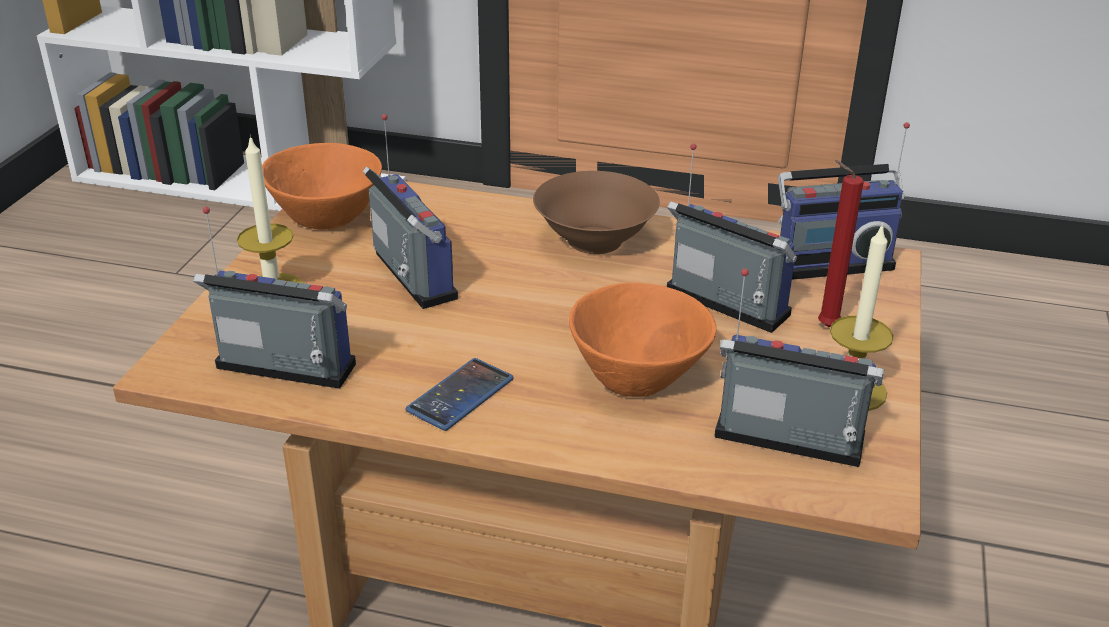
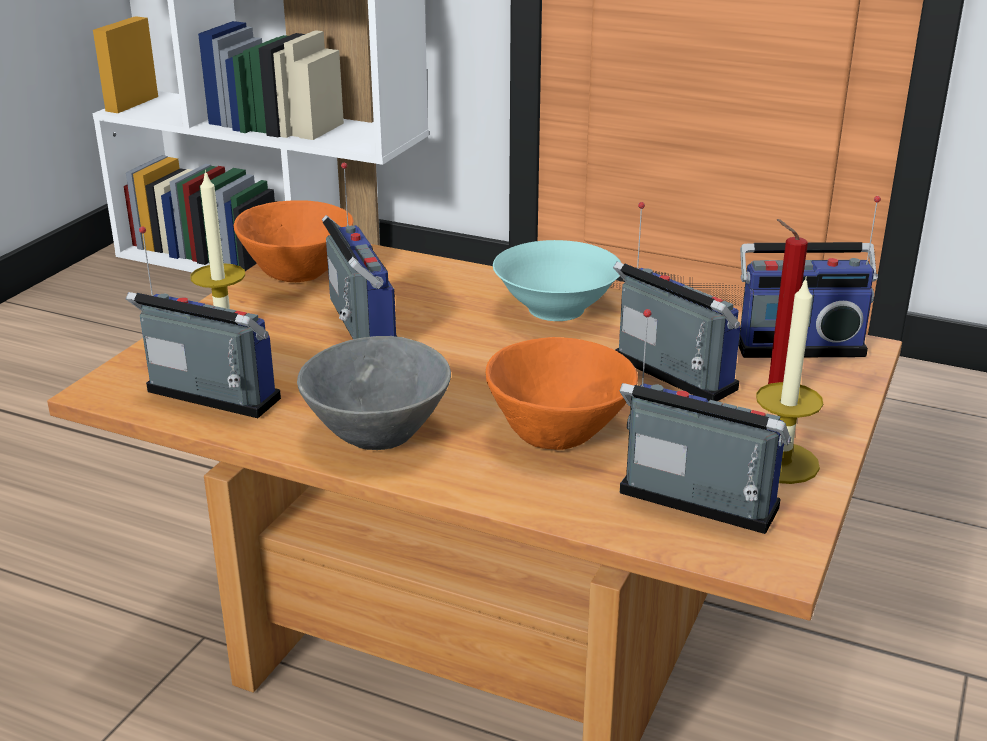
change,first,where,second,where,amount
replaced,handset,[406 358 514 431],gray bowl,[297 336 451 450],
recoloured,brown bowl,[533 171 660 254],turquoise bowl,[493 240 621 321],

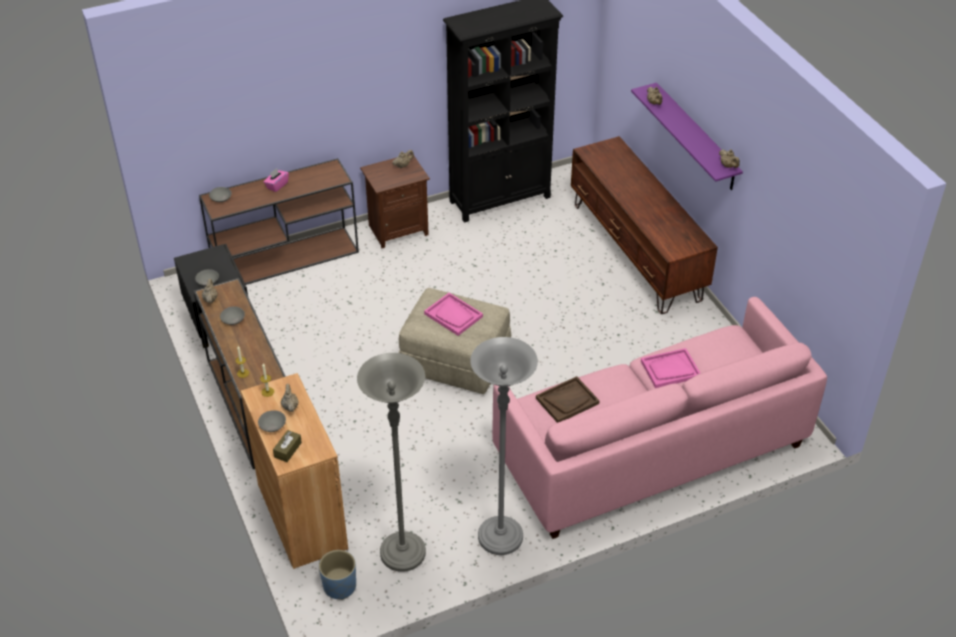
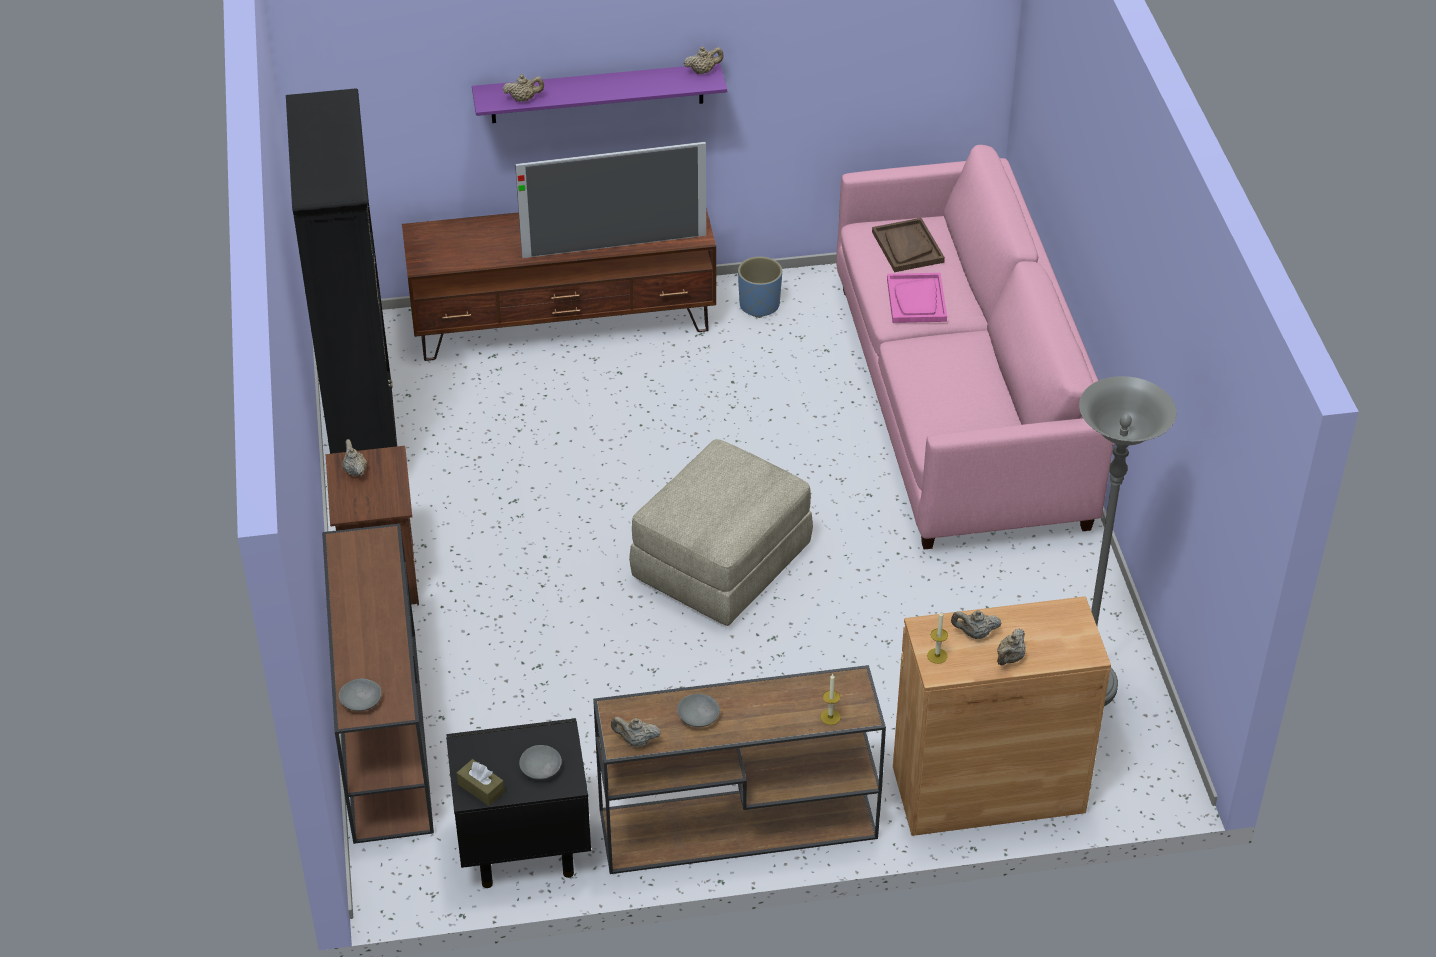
change,first,where,second,where,amount
moved,brown box of tissues,[273 430 302 462],,[457 759 505 806],
added,,,TV,[515 142 706 258],
moved,blue-coloured plant pot,[319 550 356 600],,[738 256 782 318],
moved,brown serving tray,[536 376 600 423],,[872 218 945 272],
replaced,gray bowl,[258 410 286 432],beige pot for tea,[997 629 1026 666],
removed,pink box of tissues,[264 168 289 192],,,
removed,pink serving tray,[424 293 483 336],,,
removed,gray standard lamp,[470 337 538 555],,,

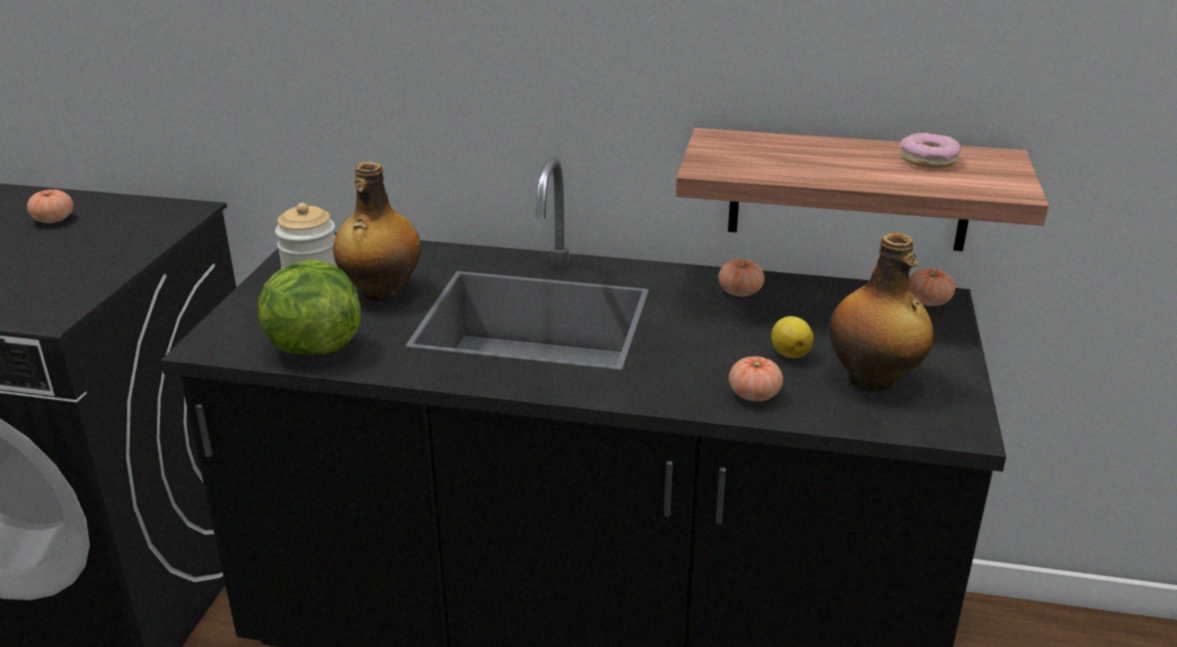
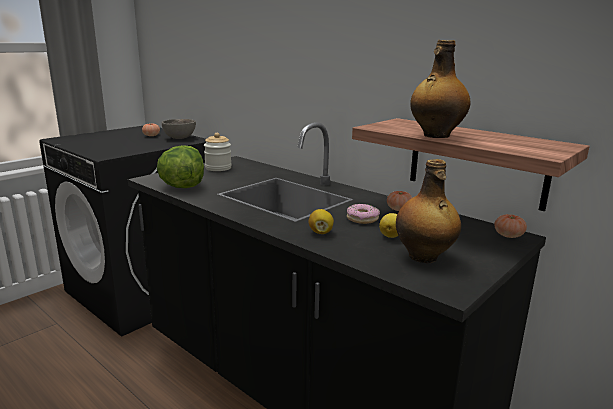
change,first,where,second,where,amount
added,,,gray bowl,[162 119 196 139],
added,,,lemon,[309 209 334 234],
moved,doughnut,[900 133 961 168],,[347 204 380 224],
moved,bottle,[333 162 421 301],,[410 40 470 138],
removed,whole tomato,[729 356 783 401],,,

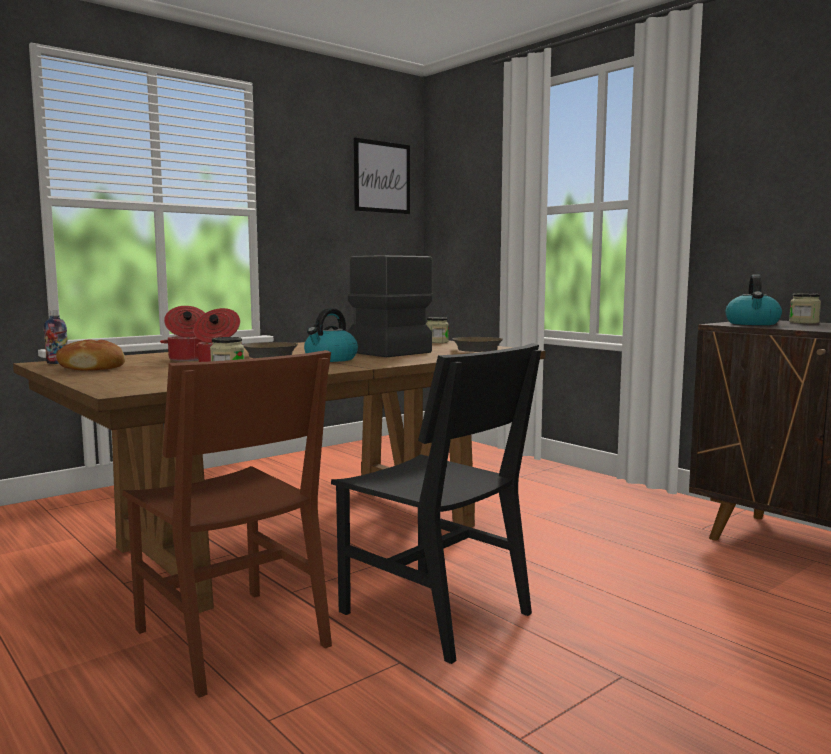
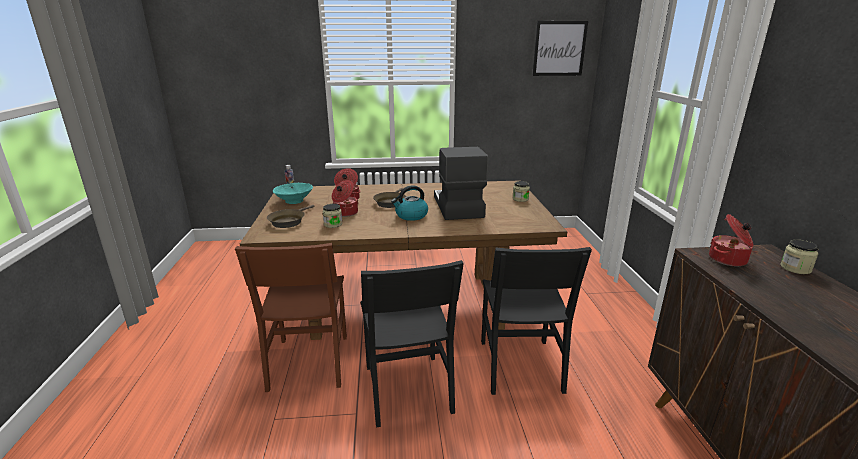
change,first,where,second,where,amount
moved,brown frying pan,[453 337 503 352],,[267 205 314 228],
replaced,bakery bread,[56 340 125 371],turquoise bowl,[273 183 313 204],
added,,,black chair,[481 247 592 395],
replaced,tea kettle,[725 274 782 325],saucepot,[709 214 753 266],

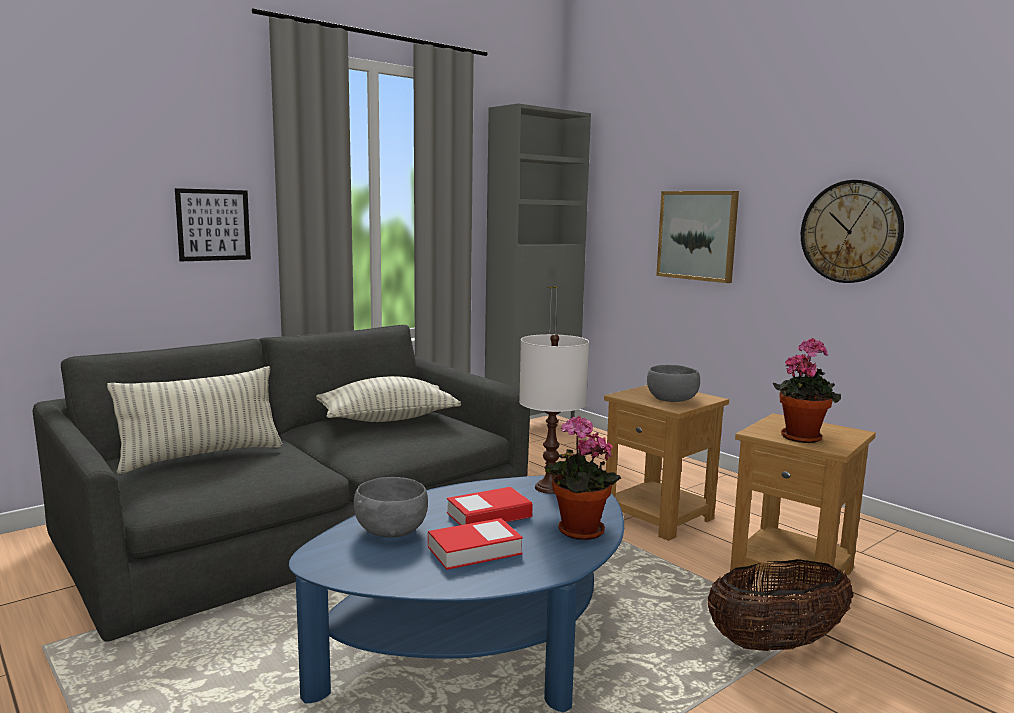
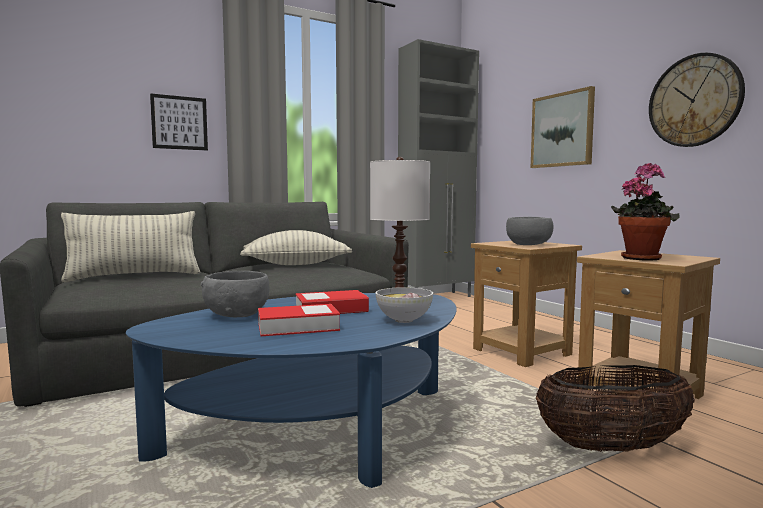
change,first,where,second,where,amount
replaced,plant in a pot,[545 416 621 540],bowl,[375 287 433 323],

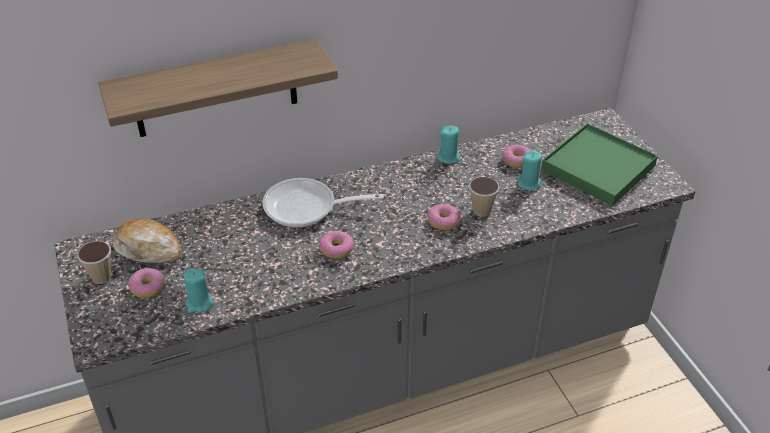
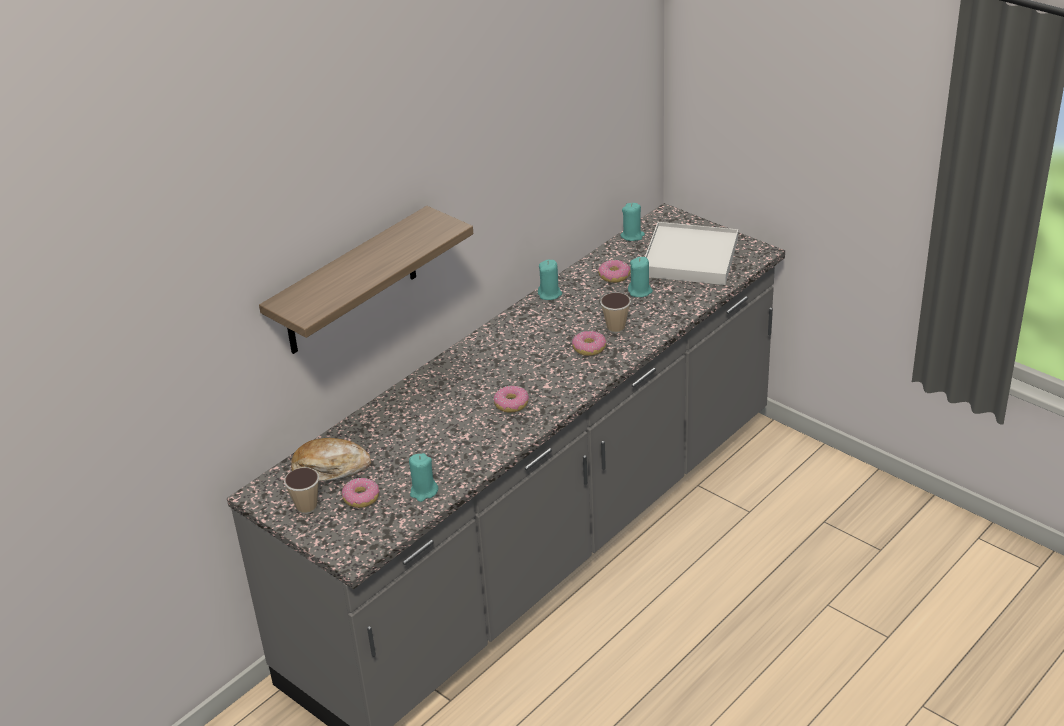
change,first,where,second,where,amount
added,,,turquoise candle,[620 203 645 241],
recoloured,green serving tray,[541 123 658 206],white serving tray,[645 222 738 285],
removed,frying pan,[262 178 384 228],,,

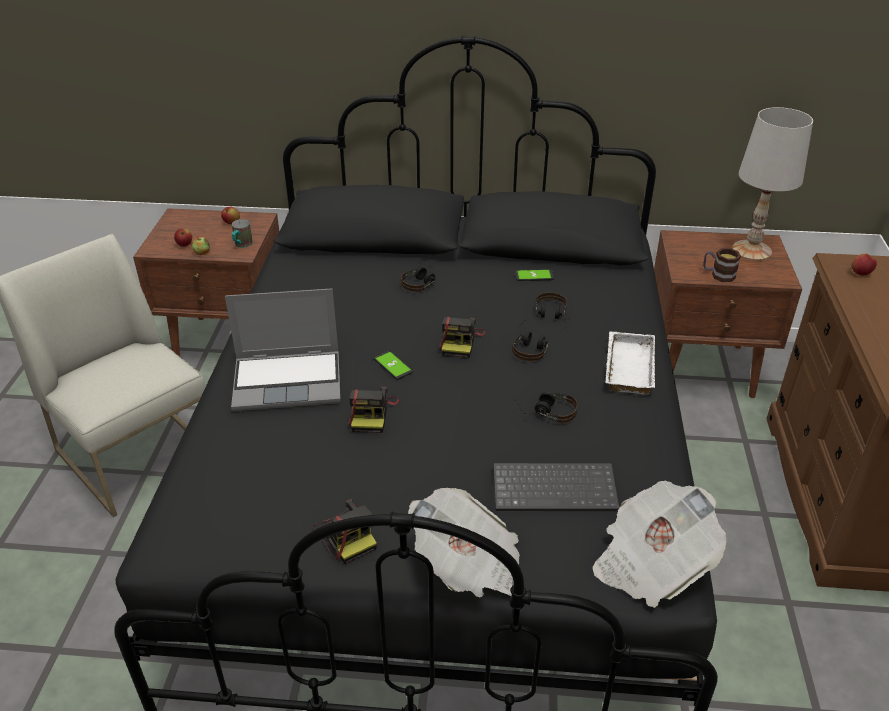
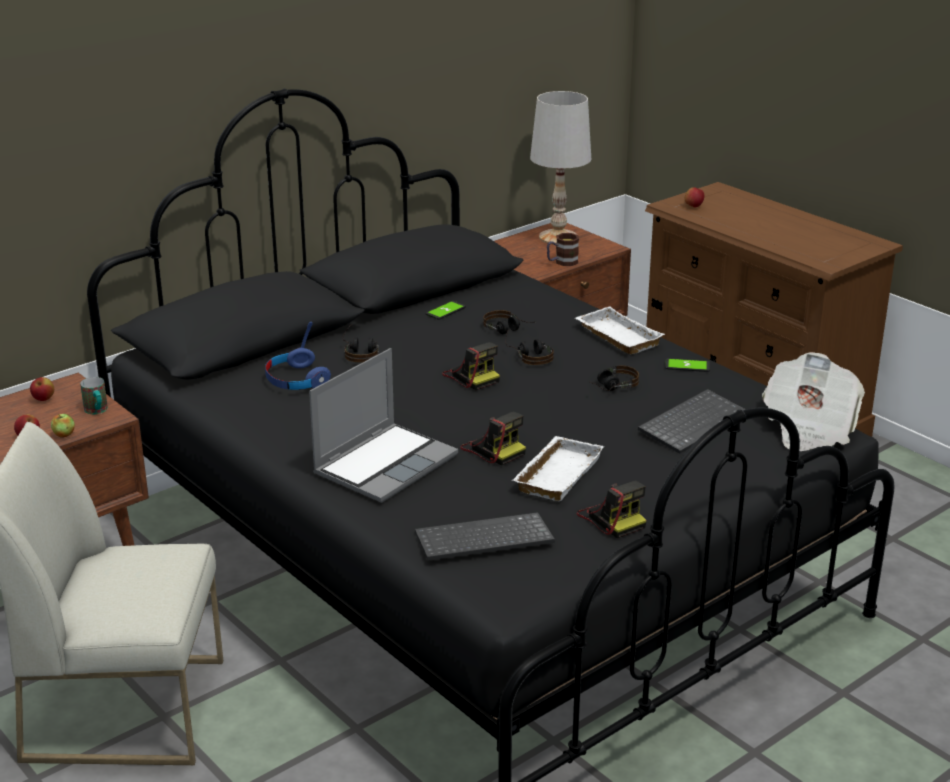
change,first,where,second,where,amount
added,,,blue-coloured pair of headphones,[265 322 331 390],
added,,,computer keyboard,[415 512 555 561],
added,,,white serving tray,[512 436 604 501],
turned,photo camera,[312 499 377 564],,[577 481 647 538],45 degrees clockwise
moved,handset,[373 351 413 380],,[665 358 710 372],
removed,printed paper,[408 488 520 598],,,

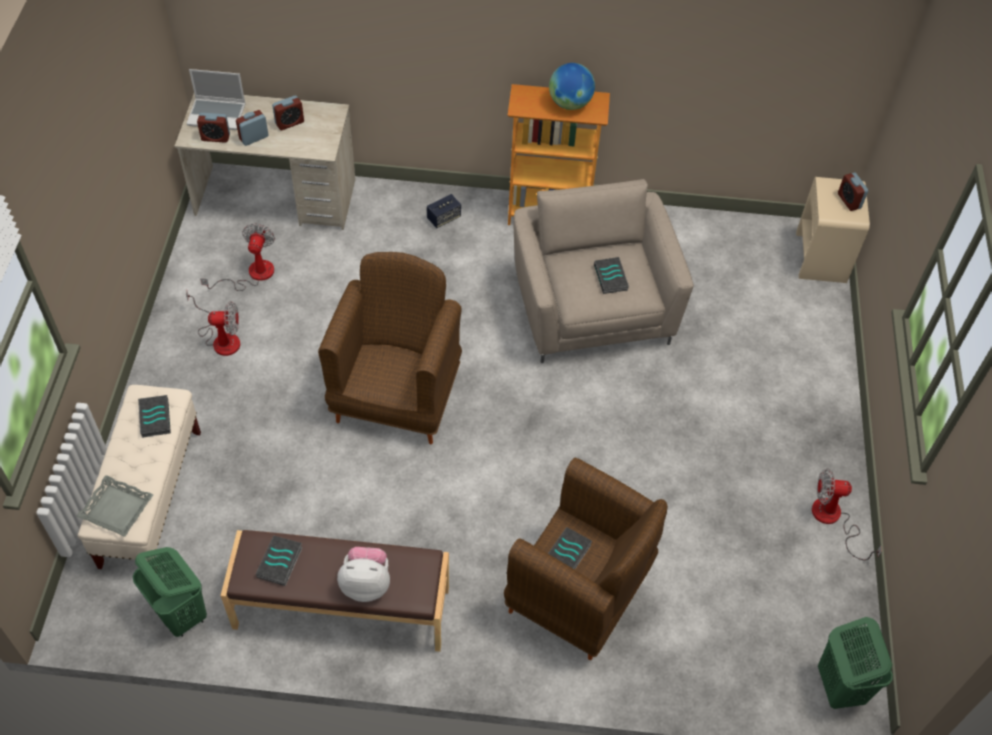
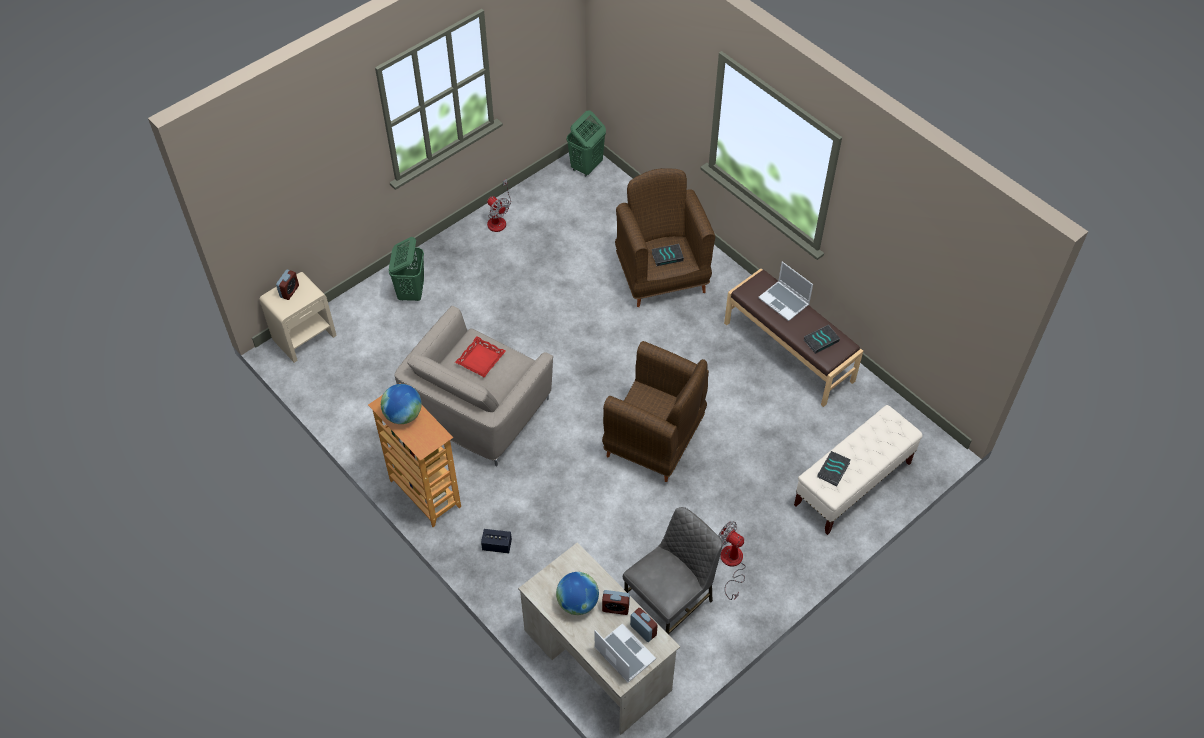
change,first,where,second,where,amount
moved,green laundry basket,[133 547 207 637],,[389 237 424 301],
replaced,volume,[594 257 629 294],red serving tray,[455 336 506 377],
replaced,alarm clock,[272 95 304 130],desk globe,[556 572 599 615],
turned,brown armchair,[318 252 462 444],,[602 341 709 482],120 degrees counterclockwise
replaced,fan,[200 223 275 291],gray chair,[623 507 723 635],
replaced,plush toy,[337 547 390 602],notebook computer,[758 262 813 321],
removed,gray serving tray,[76 475 154 537],,,

